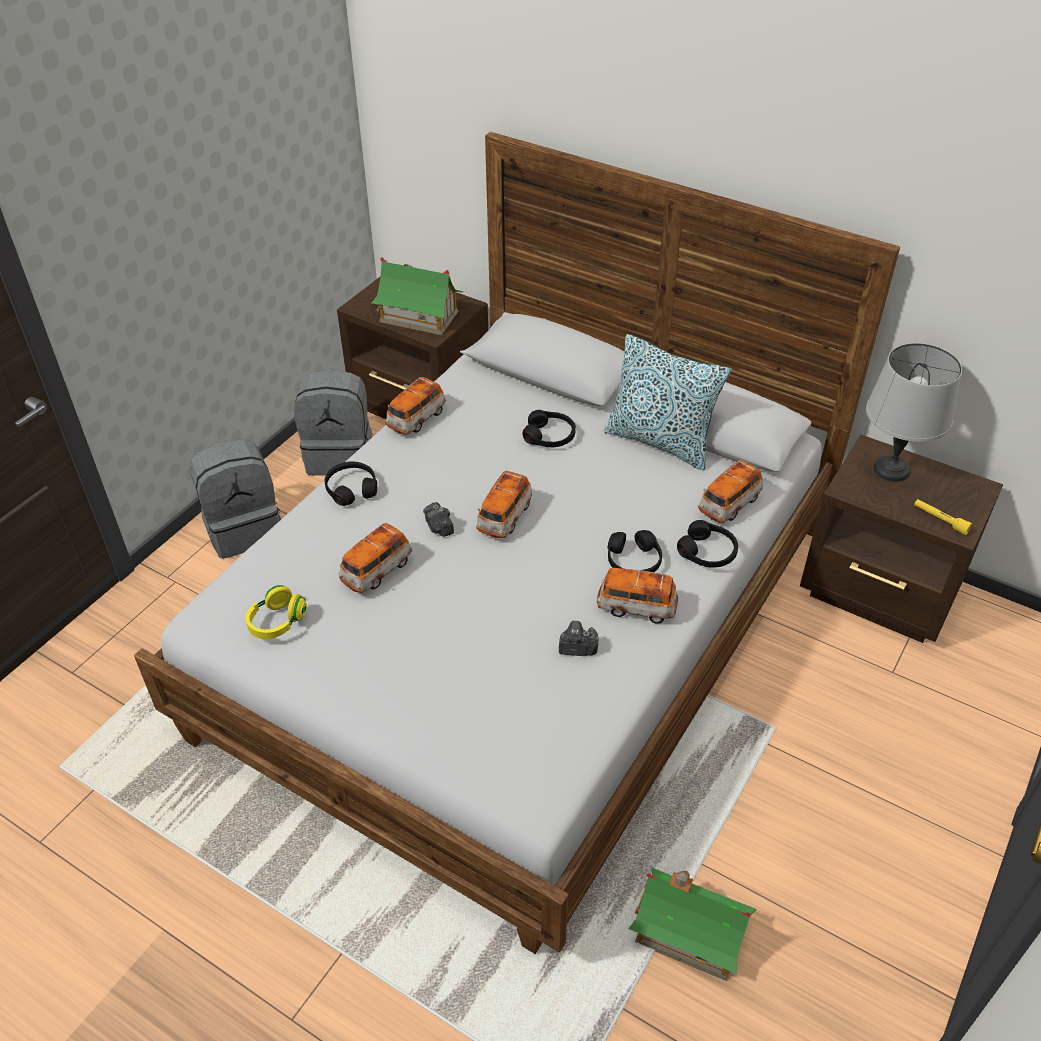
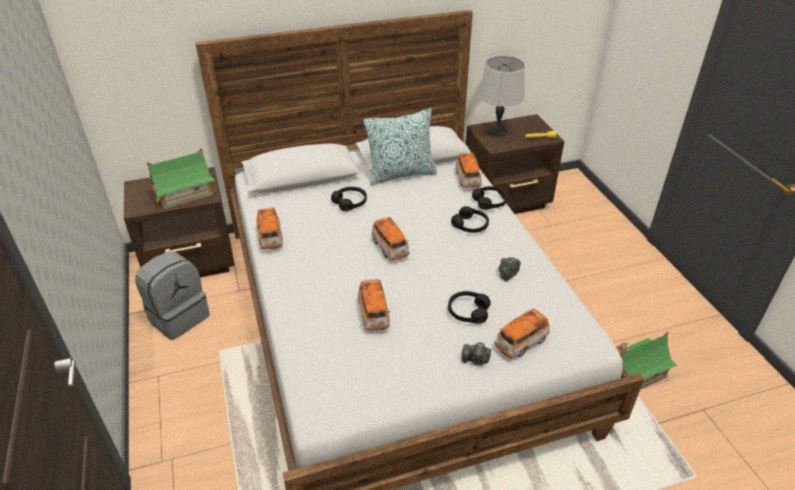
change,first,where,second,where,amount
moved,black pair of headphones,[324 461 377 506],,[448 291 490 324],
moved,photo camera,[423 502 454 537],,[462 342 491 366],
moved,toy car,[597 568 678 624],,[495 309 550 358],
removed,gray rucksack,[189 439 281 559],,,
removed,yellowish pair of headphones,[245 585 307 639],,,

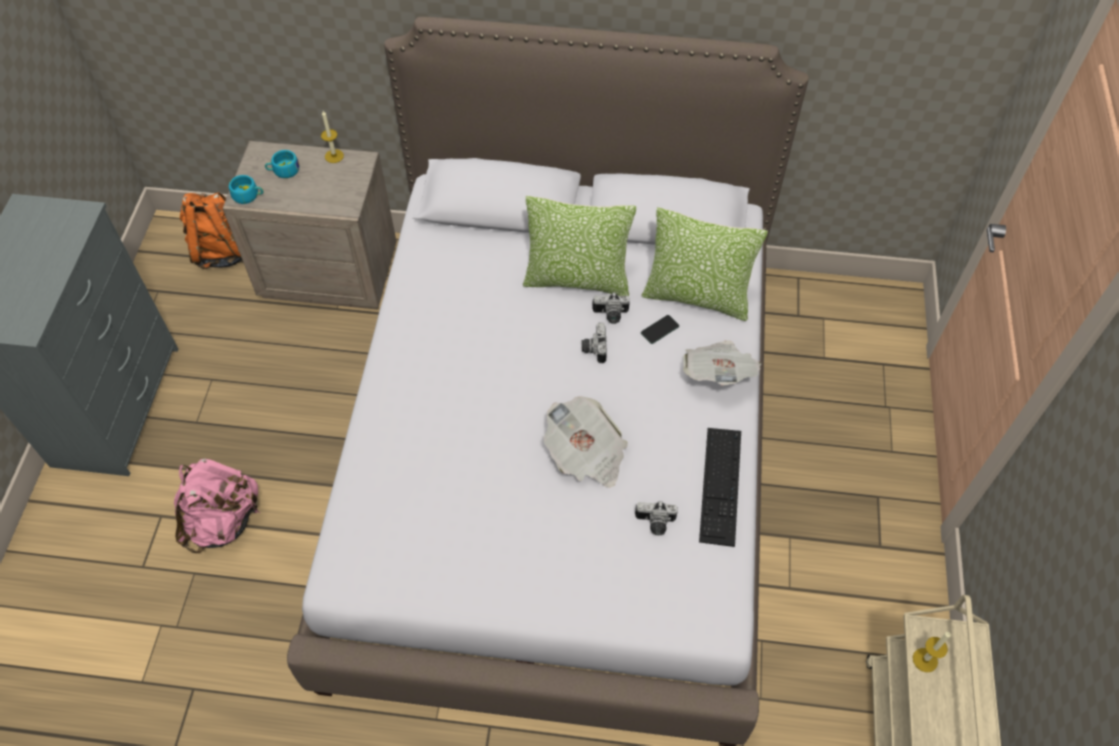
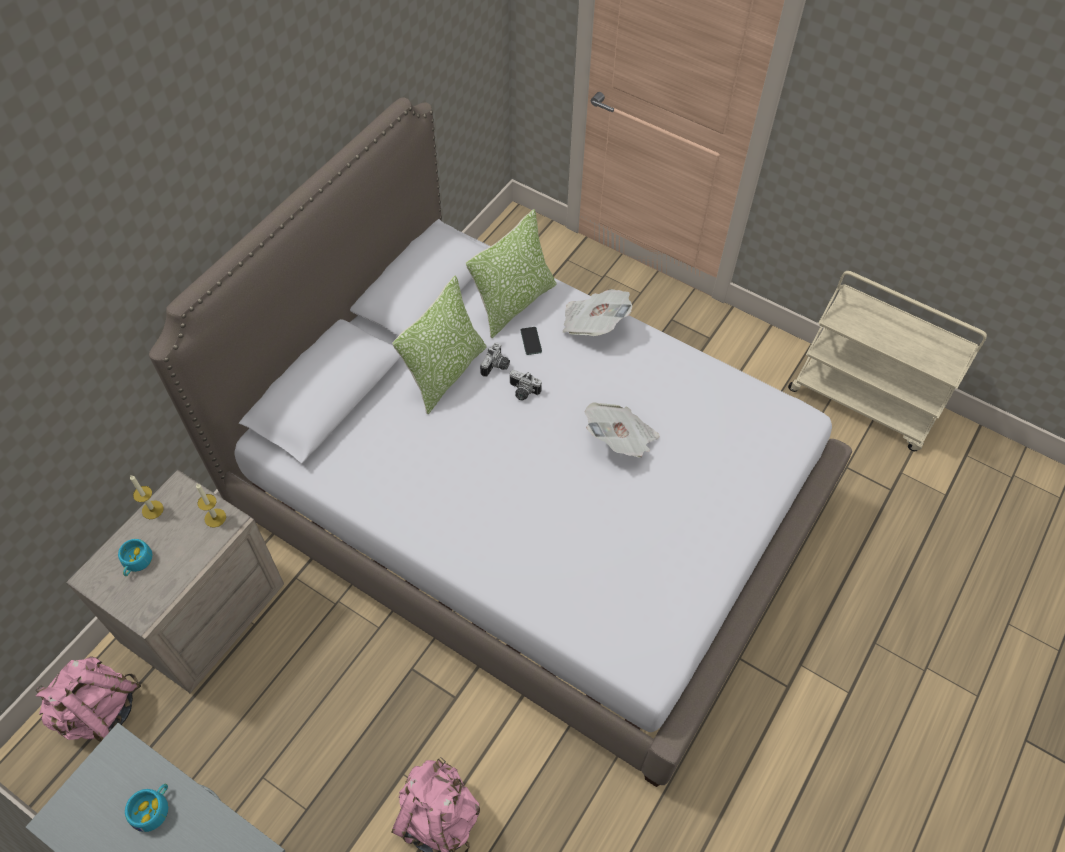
change,first,where,second,where,amount
recoloured,orange rucksack,[180 192 242 269],pink rucksack,[36 656 141 742],
moved,turquoise small cup,[229 175 264 204],,[125 784 168 832],
moved,candle,[913 632 951 672],,[196 484 226 528],
removed,photo camera,[635 501 678 535],,,
removed,computer keyboard,[699 428 741 547],,,

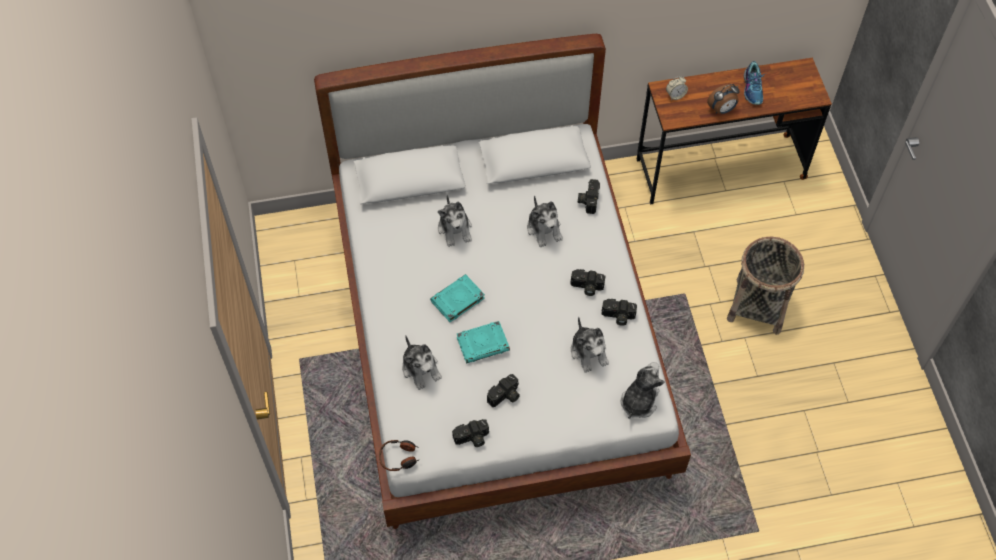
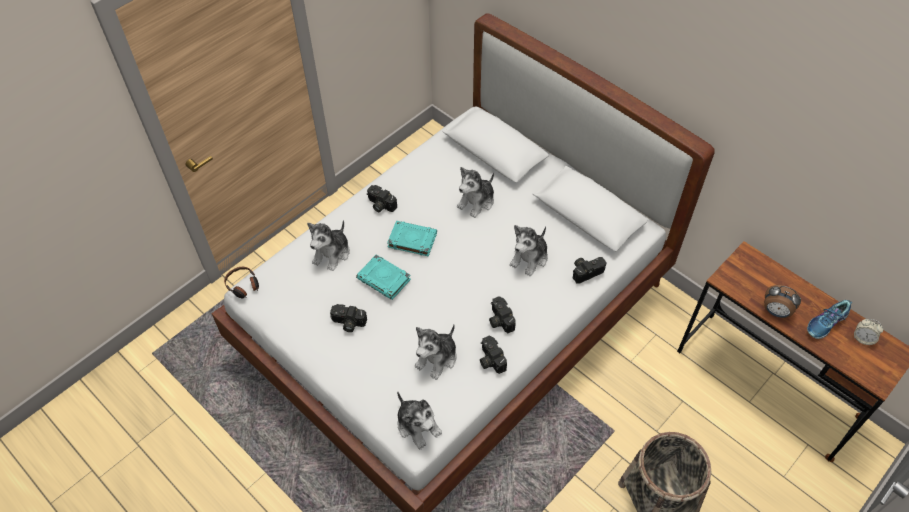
change,first,where,second,where,amount
moved,photo camera,[452 419 489 447],,[367 185 397 212],
turned,plush toy,[621 362 665 419],,[397 391 442 449],60 degrees clockwise
moved,alarm clock,[666 76 688 100],,[854 319 883 345],

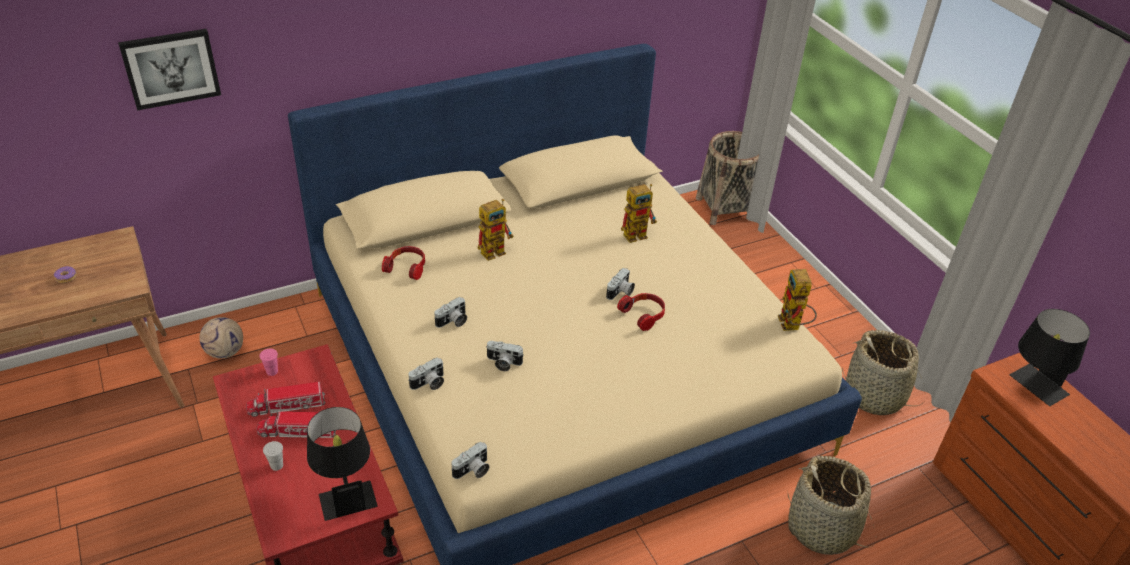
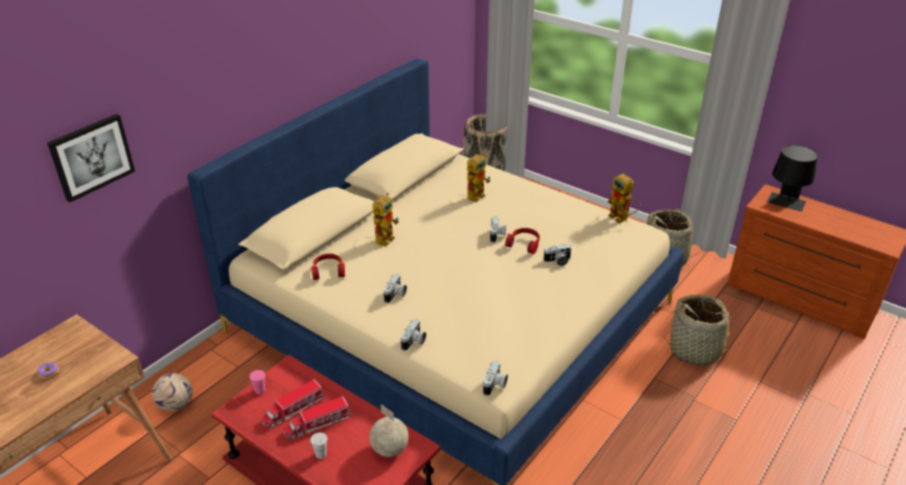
change,first,where,second,where,amount
replaced,black tabletop lamp,[307 407 377 521],desk globe,[369 404 409 457],
moved,photo camera,[486 341 524 371],,[543 244 572 266],

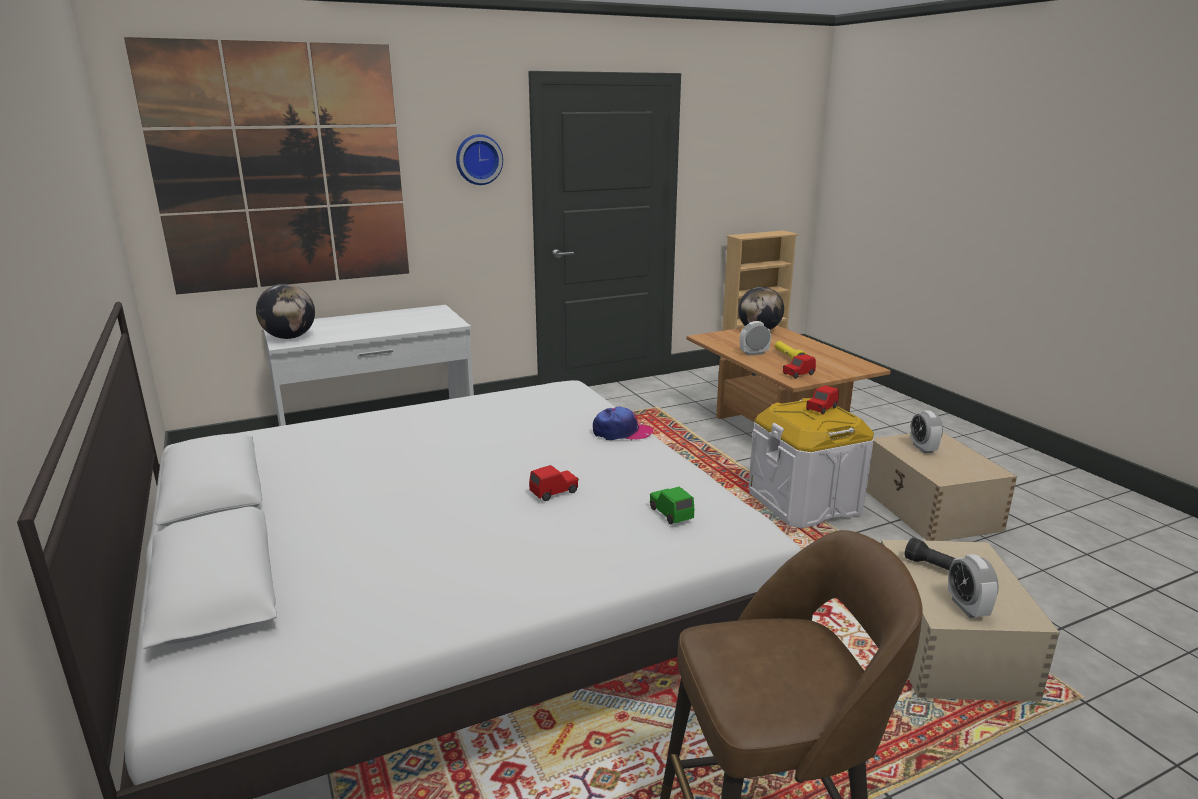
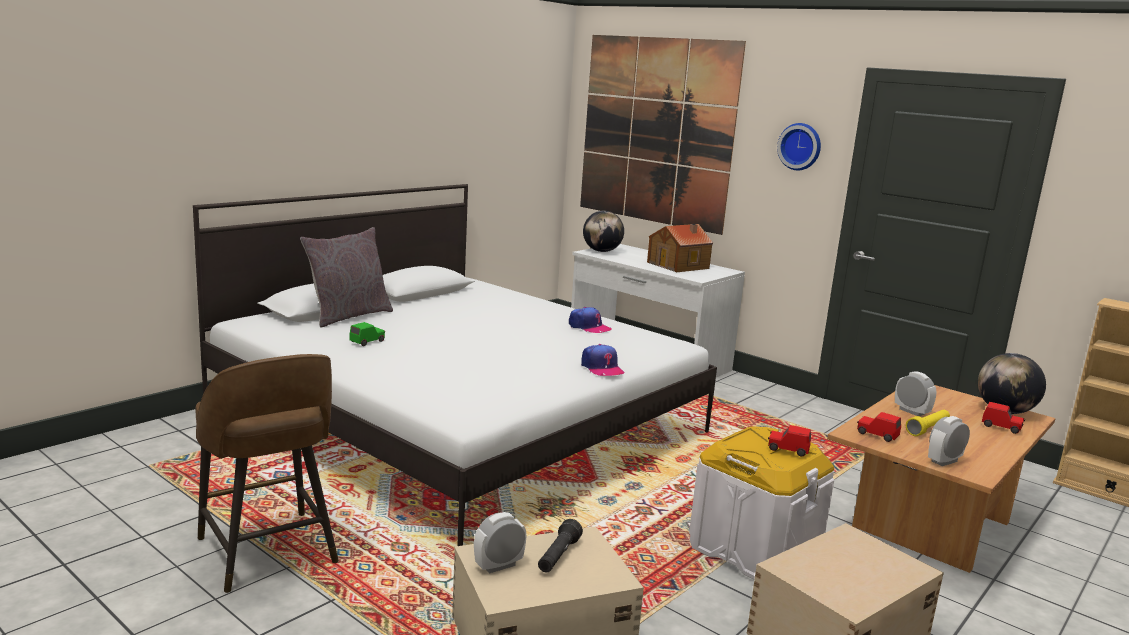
change,first,where,second,where,amount
added,,,gray cushion,[300 227 393 327],
moved,green toy car,[650 486 694 525],,[350 322 385 346],
added,,,baseball cap,[569 307 612 333],
added,,,miniature house,[647 224 713 272],
moved,alarm clock,[911 410 943 453],,[928 416 970 466],
moved,red toy car,[529 465 579 501],,[982 402 1025 434],

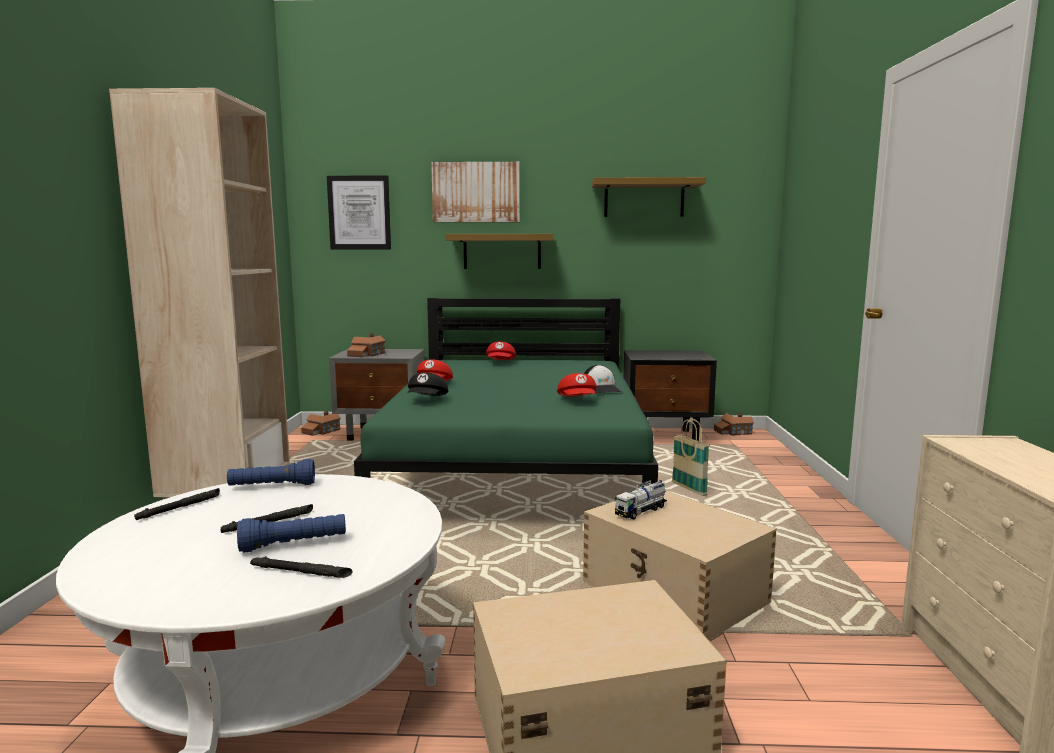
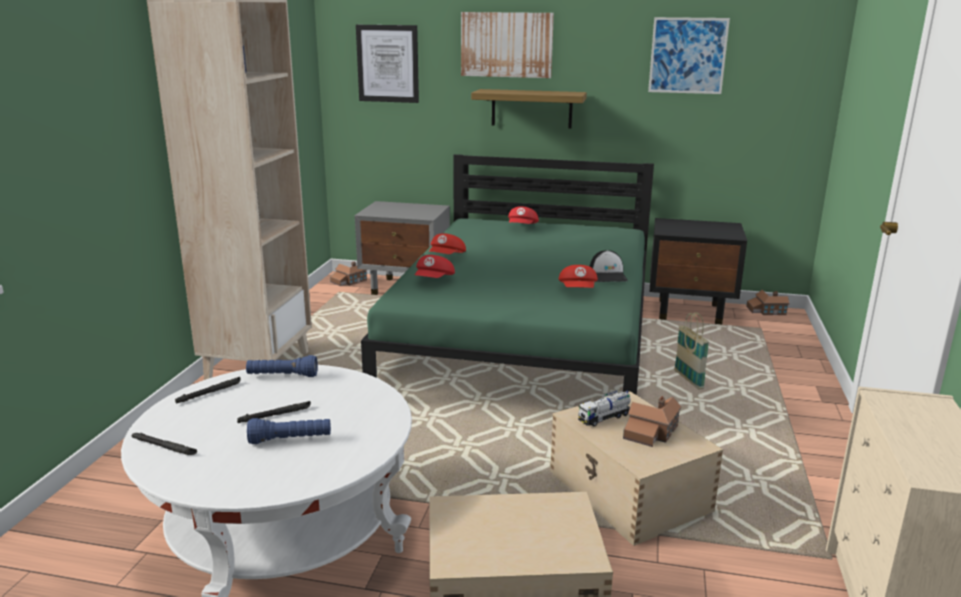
change,first,where,second,where,amount
moved,black torch,[250 556 352 578],,[131 433 197 455],
recoloured,black baseball cap,[407 372 448 396],red baseball cap,[415 255 455 278],
moved,miniature house,[347 333 386 358],,[623 396 682 447],
replaced,wall shelf,[592 177 706 217],wall picture,[648 17 730 94],

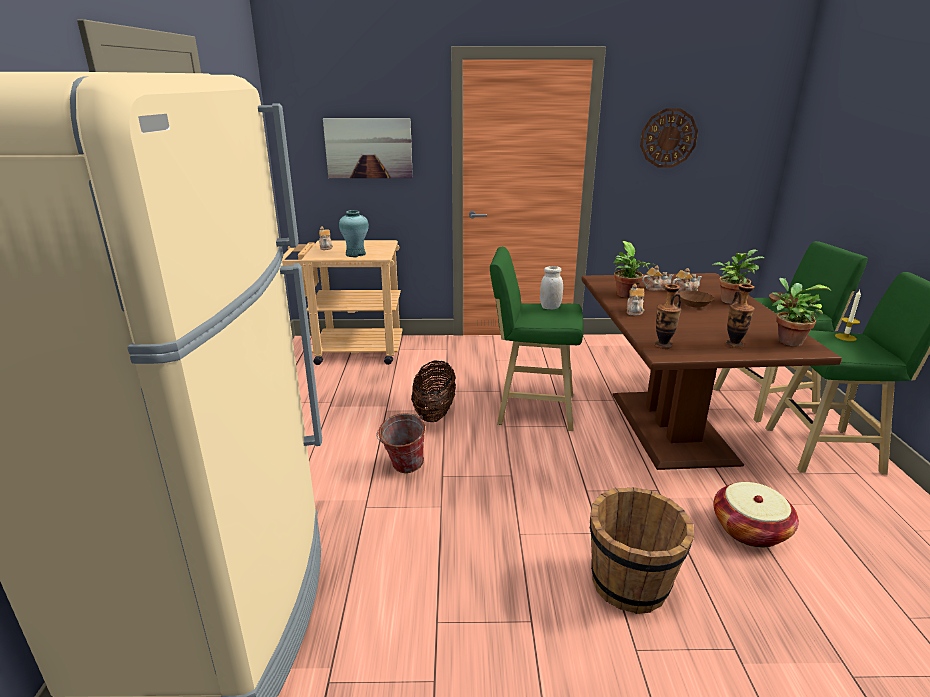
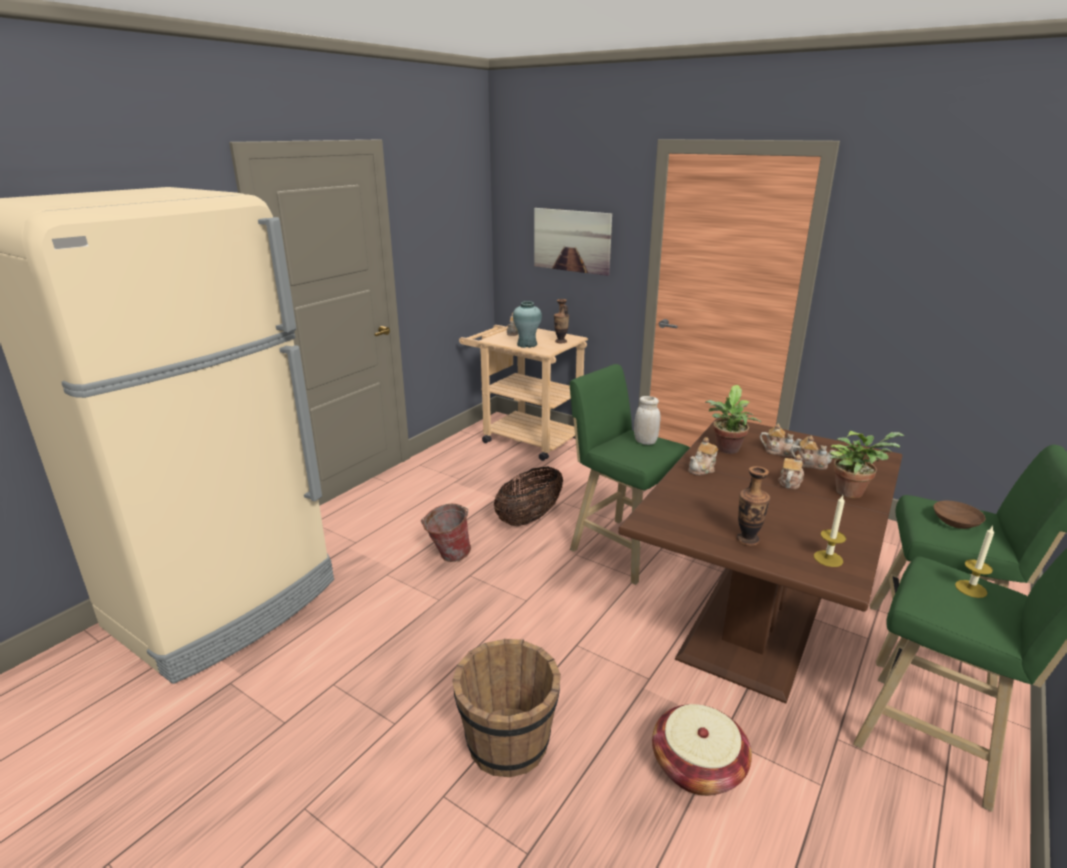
change,first,where,second,where,amount
moved,vase,[654 284 681 349],,[554 299 569 343],
replaced,brown bowl,[679 291 714 307],pot for tea,[778 455 804 489],
replaced,plant in a pot,[772 278 830 346],candle,[814 495 846 567],
removed,wall clock,[640 109 698 167],,,

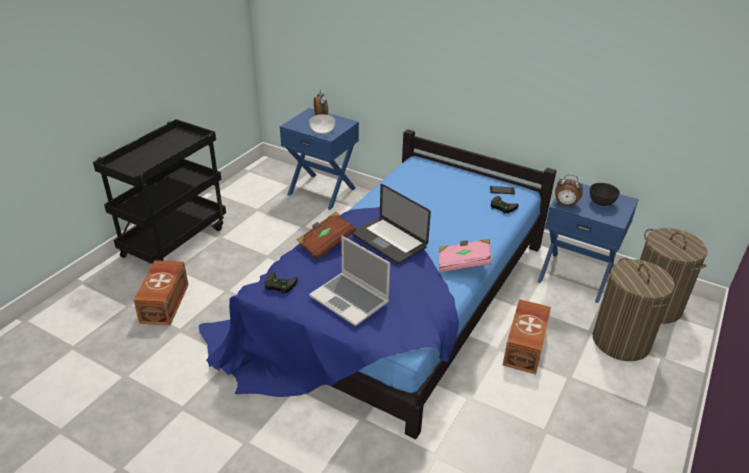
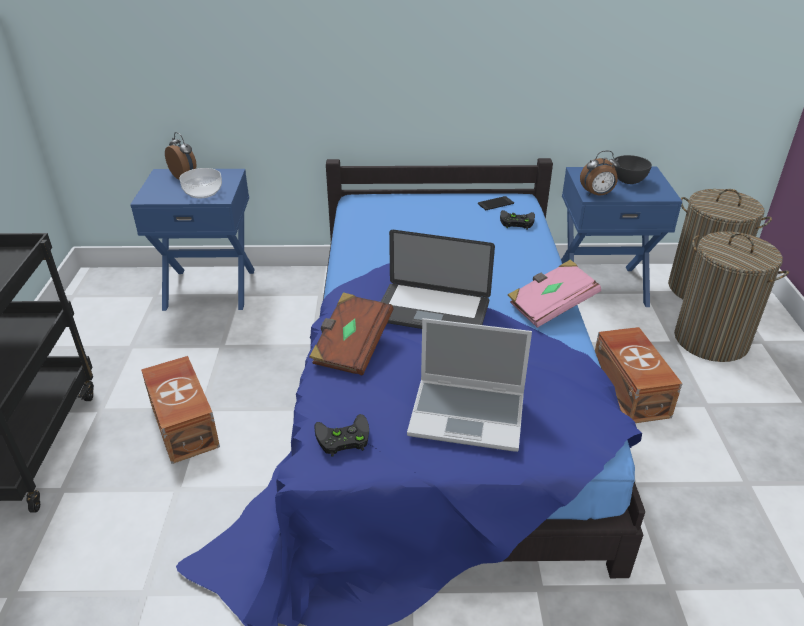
change,first,where,second,where,amount
moved,brown storage box,[133 260 188 325],,[141 356 220 464],

